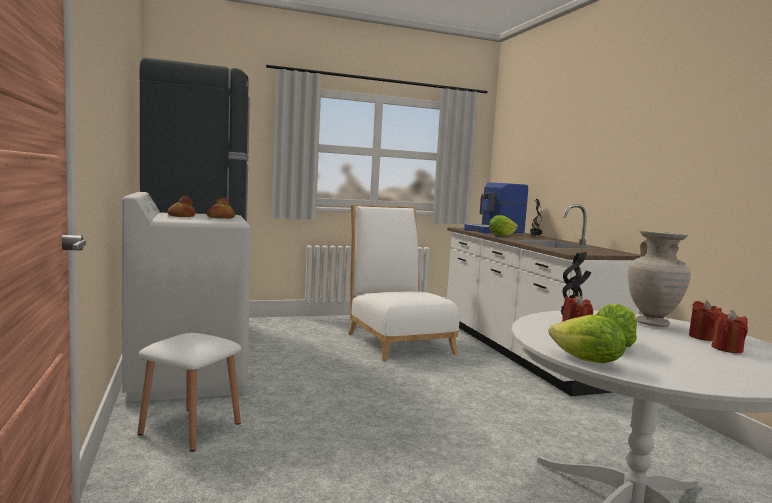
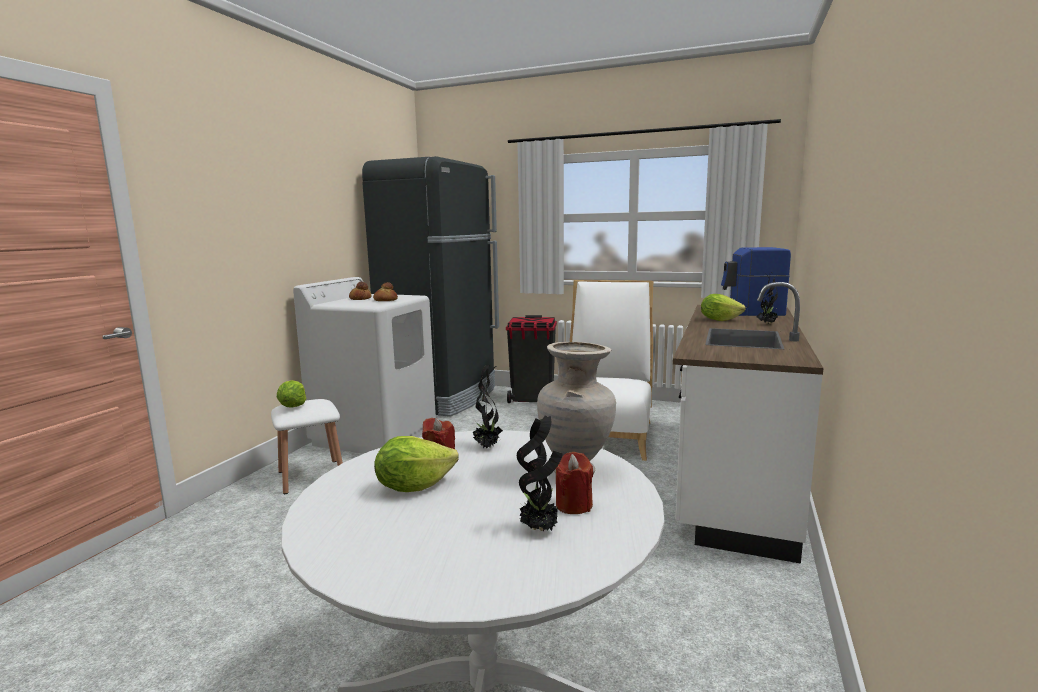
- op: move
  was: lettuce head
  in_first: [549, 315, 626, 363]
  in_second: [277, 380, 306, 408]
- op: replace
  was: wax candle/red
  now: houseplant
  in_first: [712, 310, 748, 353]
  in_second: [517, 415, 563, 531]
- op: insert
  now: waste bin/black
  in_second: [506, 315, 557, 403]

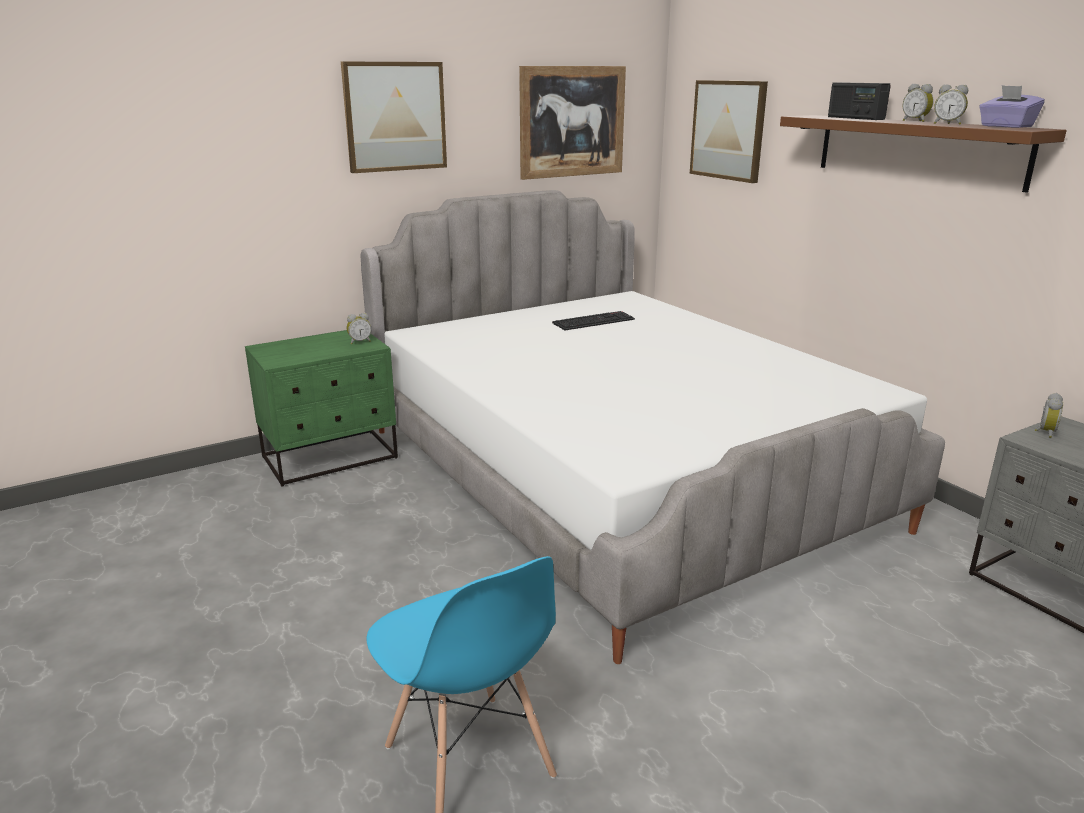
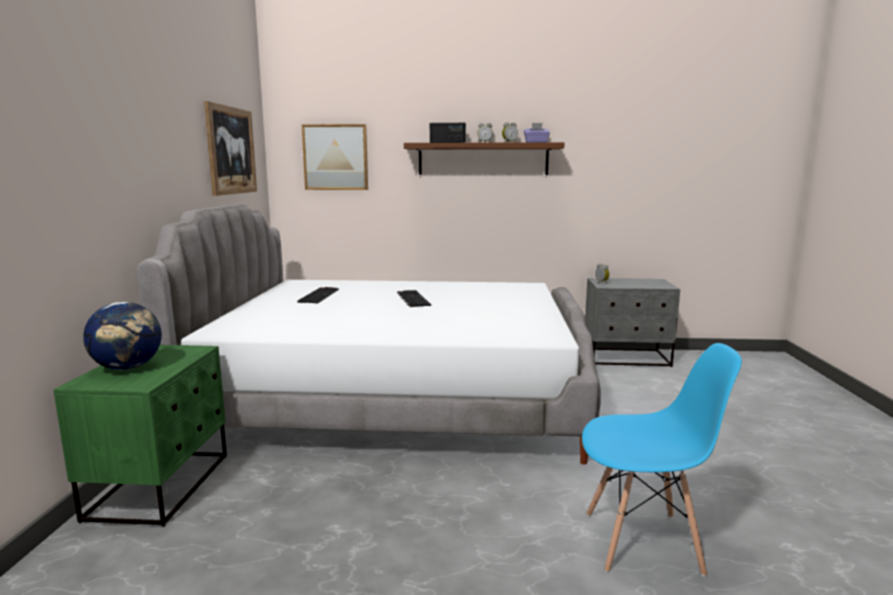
- op: delete
  was: wall picture
  in_first: [341, 62, 447, 173]
- op: delete
  was: alarm clock
  in_first: [347, 313, 371, 344]
- op: insert
  now: world globe
  in_second: [83, 302, 162, 370]
- op: insert
  now: PC keyboard
  in_second: [397, 290, 431, 307]

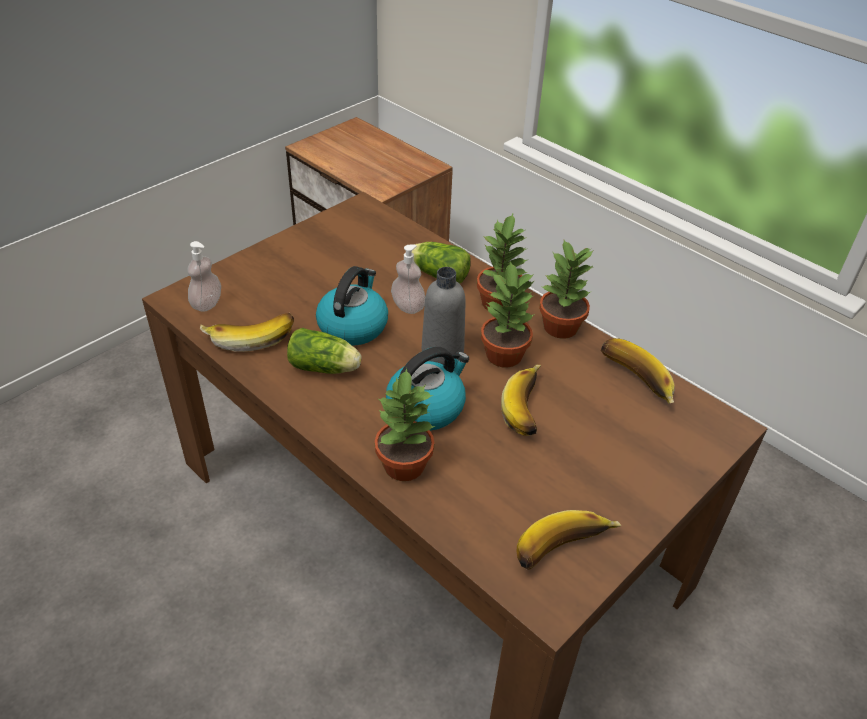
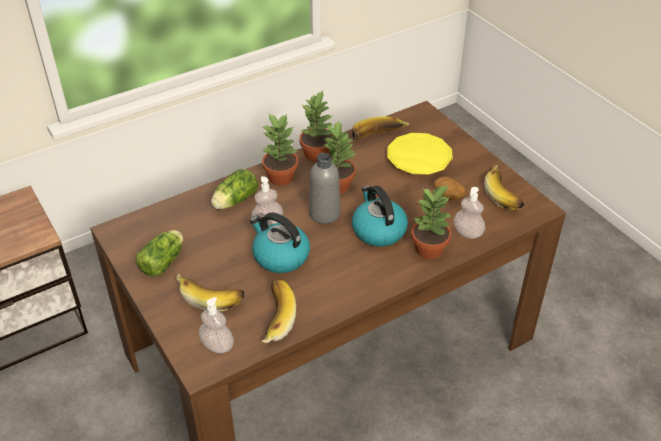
- op: move
  was: lettuce head
  in_first: [287, 328, 361, 374]
  in_second: [136, 230, 184, 277]
- op: move
  was: whole banana
  in_first: [501, 365, 541, 436]
  in_second: [176, 274, 244, 311]
- op: insert
  now: plate/yellow-coloured
  in_second: [387, 133, 453, 175]
- op: insert
  now: spud
  in_second: [434, 177, 465, 200]
- op: insert
  now: soap bottle
  in_second: [453, 187, 485, 239]

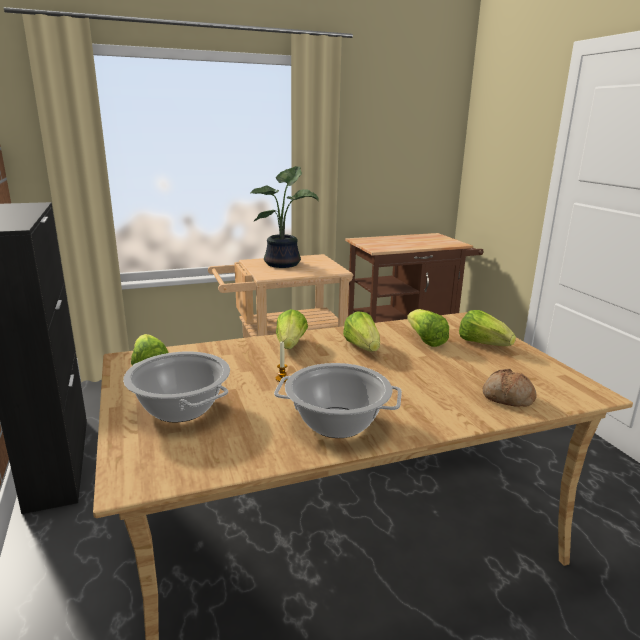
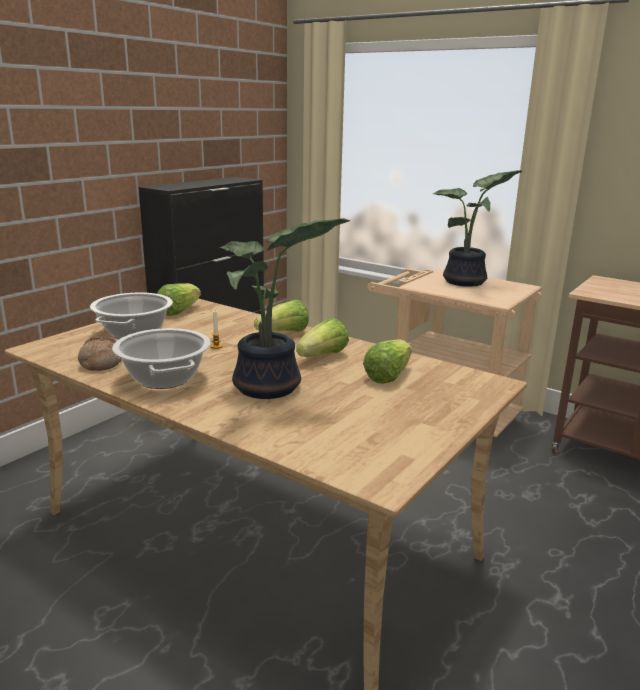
- op: delete
  was: lettuce head
  in_first: [459, 310, 516, 346]
- op: move
  was: bread
  in_first: [483, 369, 536, 407]
  in_second: [78, 336, 121, 371]
- op: insert
  now: houseplant
  in_second: [220, 218, 351, 399]

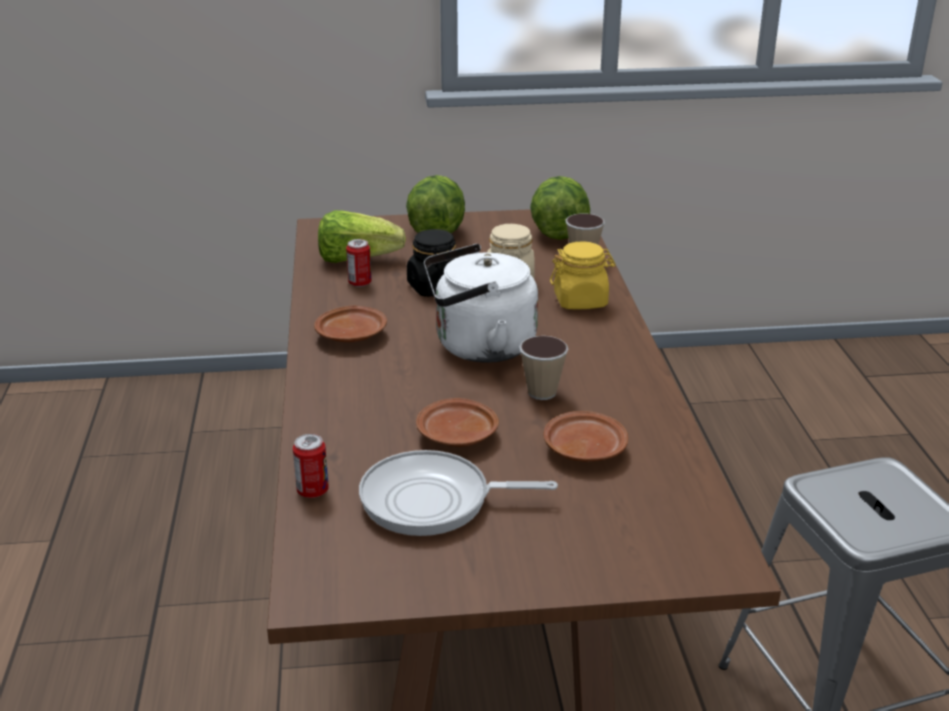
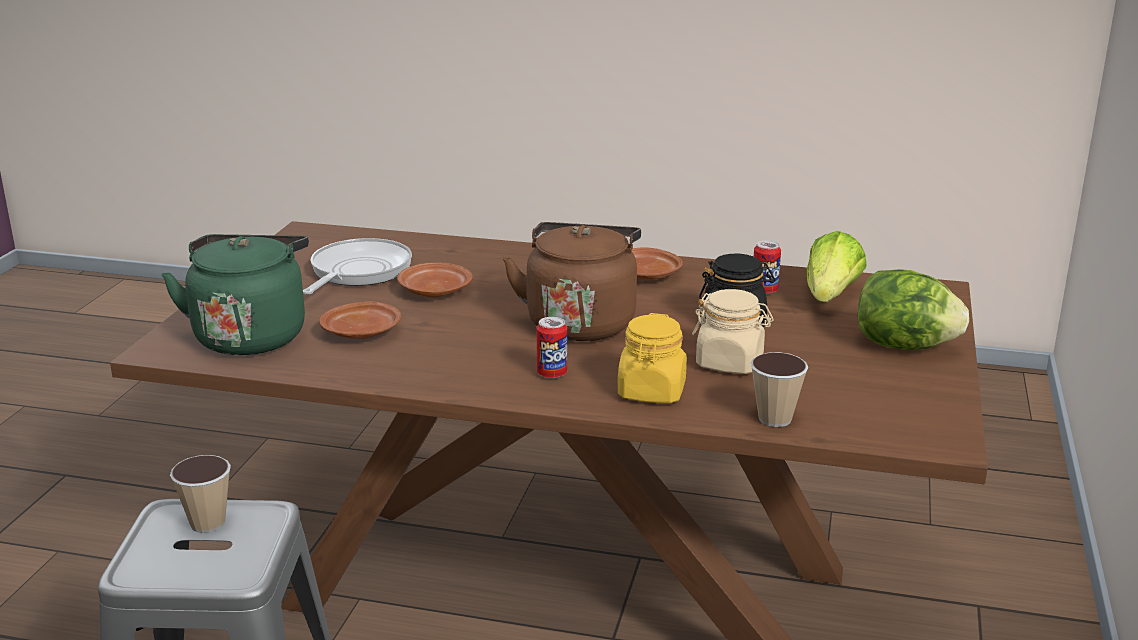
- op: move
  was: metal can
  in_first: [293, 434, 329, 498]
  in_second: [536, 317, 567, 379]
- op: recolor
  was: kettle/white-coloured
  now: kettle/brown-coloured
  in_first: [424, 244, 538, 363]
  in_second: [503, 222, 641, 341]
- op: move
  was: drinking cup
  in_first: [519, 336, 568, 400]
  in_second: [170, 455, 231, 533]
- op: delete
  was: lettuce head
  in_first: [530, 176, 590, 240]
- op: insert
  now: kettle/greenish
  in_second: [162, 234, 309, 355]

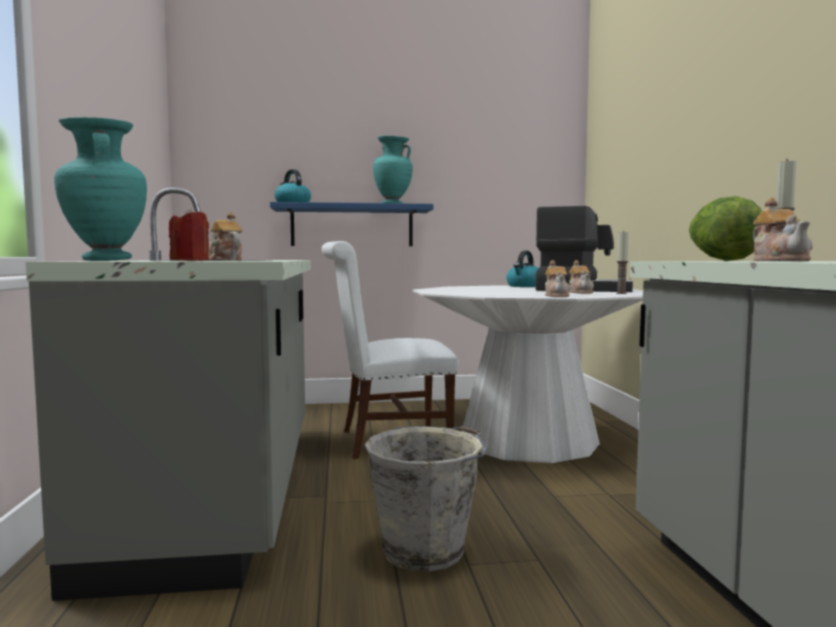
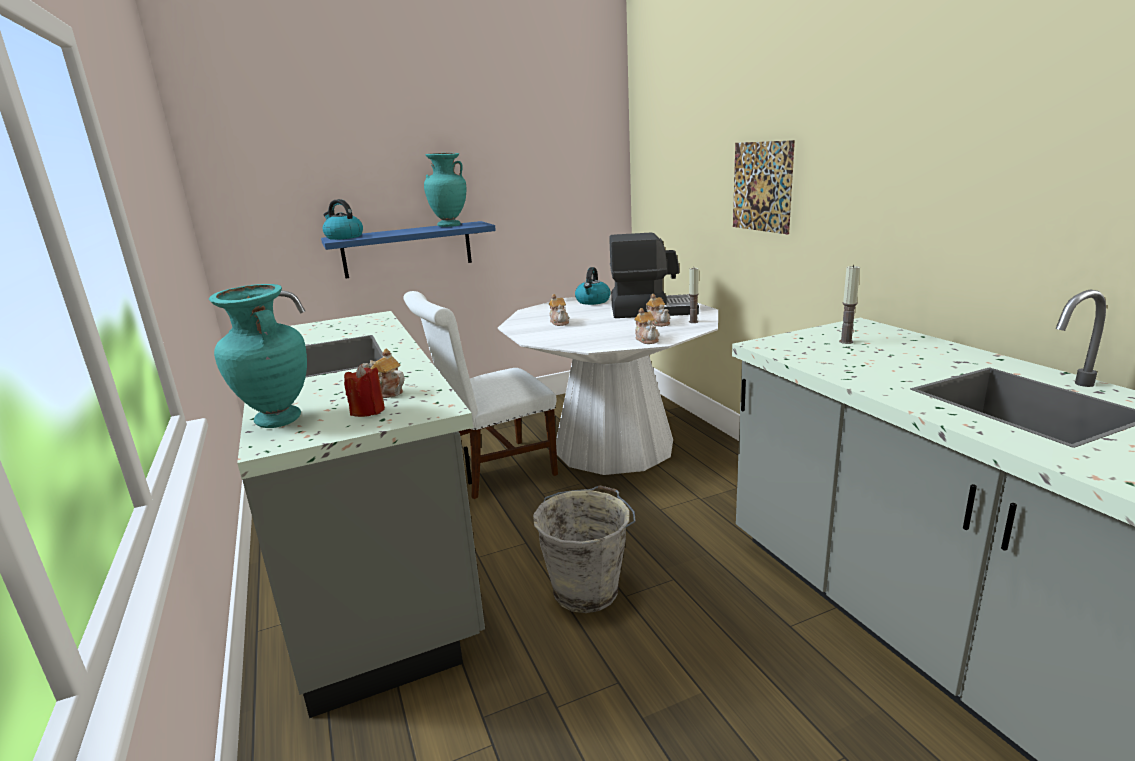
- op: delete
  was: lettuce head
  in_first: [689, 196, 762, 261]
- op: move
  was: pot for tea
  in_first: [753, 198, 813, 261]
  in_second: [549, 294, 569, 326]
- op: insert
  now: wall picture
  in_second: [733, 140, 795, 235]

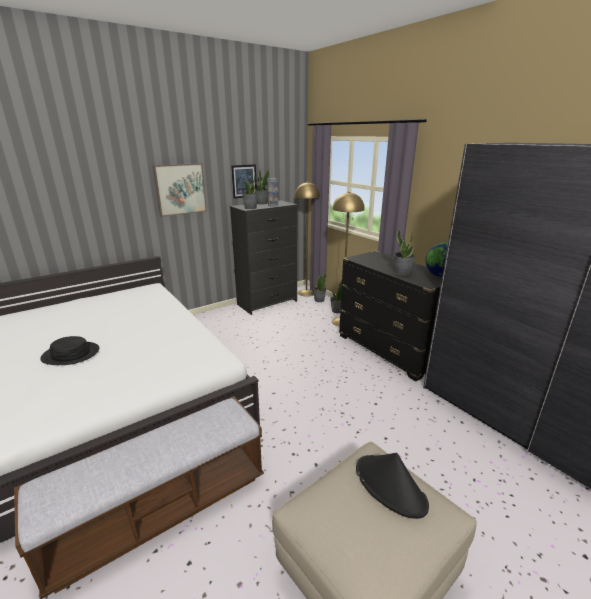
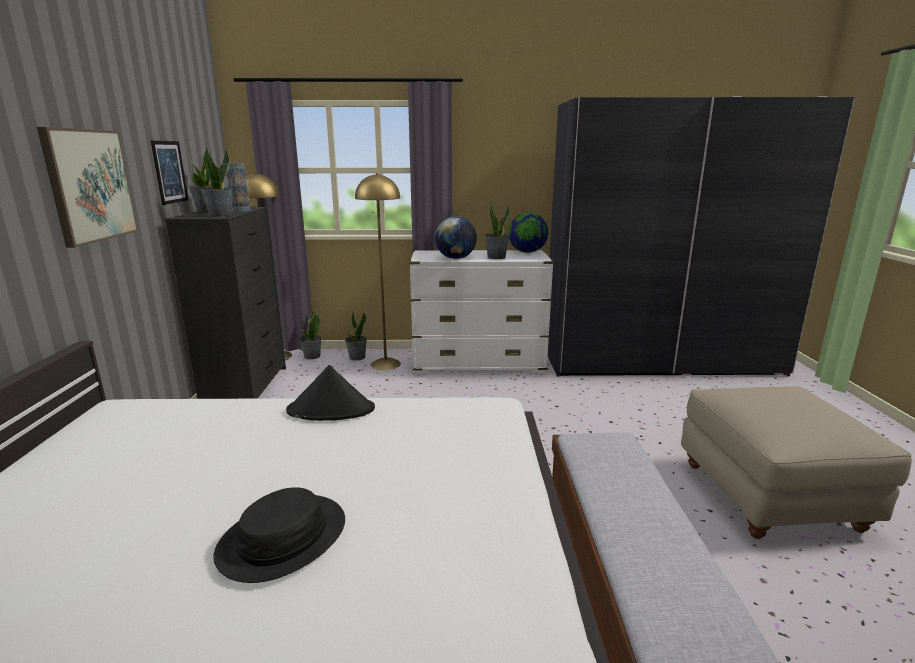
- op: recolor
  was: dresser/black
  now: dresser/white-coloured
  in_first: [339, 251, 442, 381]
  in_second: [409, 250, 554, 376]
- op: move
  was: clothing hat/black
  in_first: [356, 452, 429, 519]
  in_second: [286, 365, 375, 421]
- op: insert
  now: world globe
  in_second: [435, 216, 477, 259]

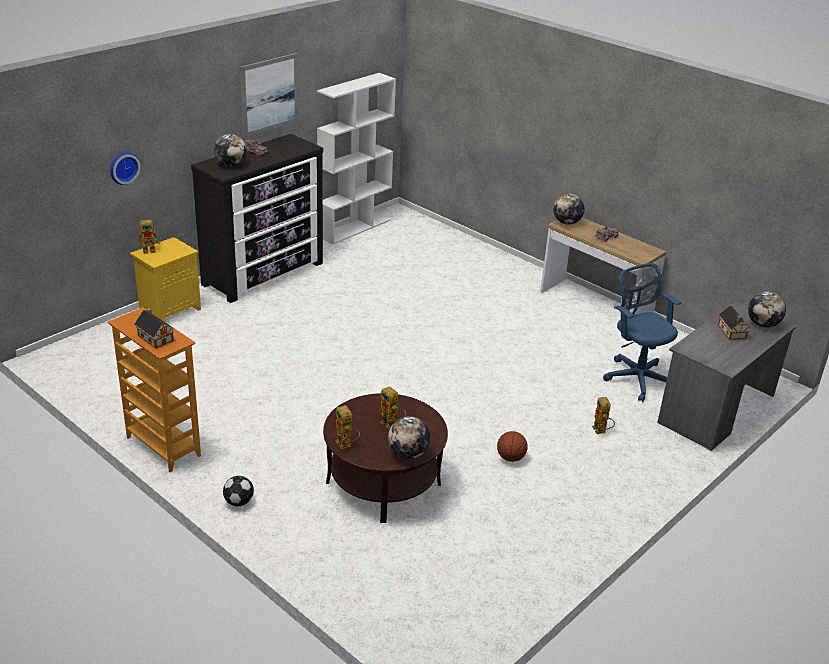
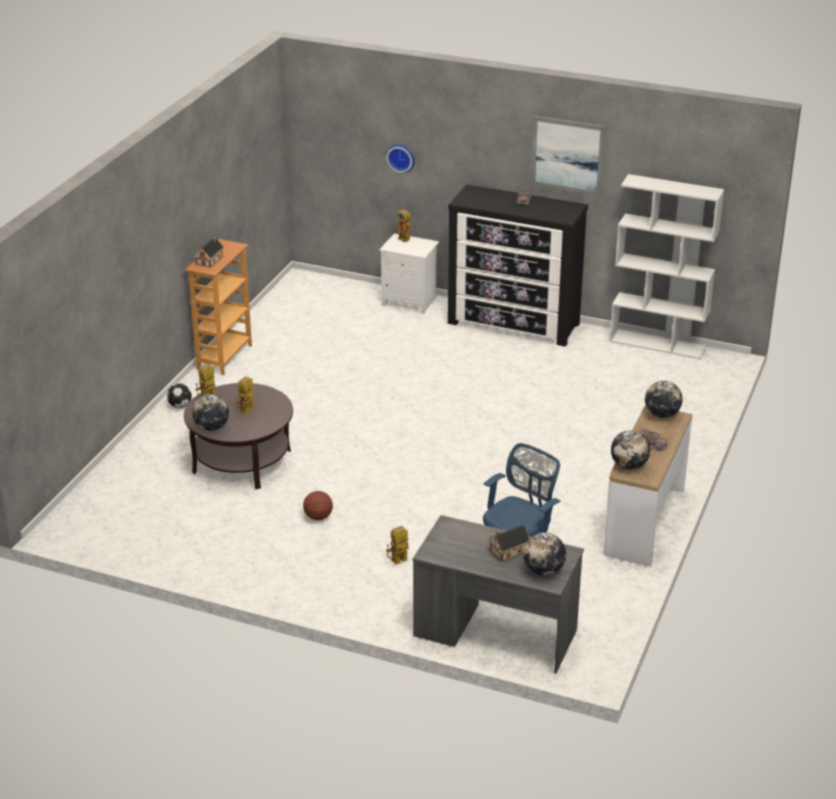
- op: recolor
  was: night table/yellow-coloured
  now: night table/white-coloured
  in_first: [130, 237, 201, 321]
  in_second: [379, 233, 439, 314]
- op: move
  was: world globe
  in_first: [214, 134, 247, 167]
  in_second: [611, 430, 650, 470]

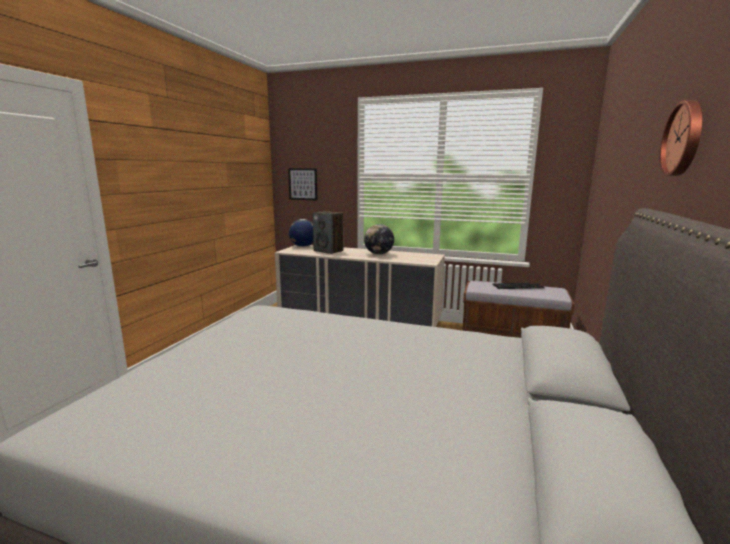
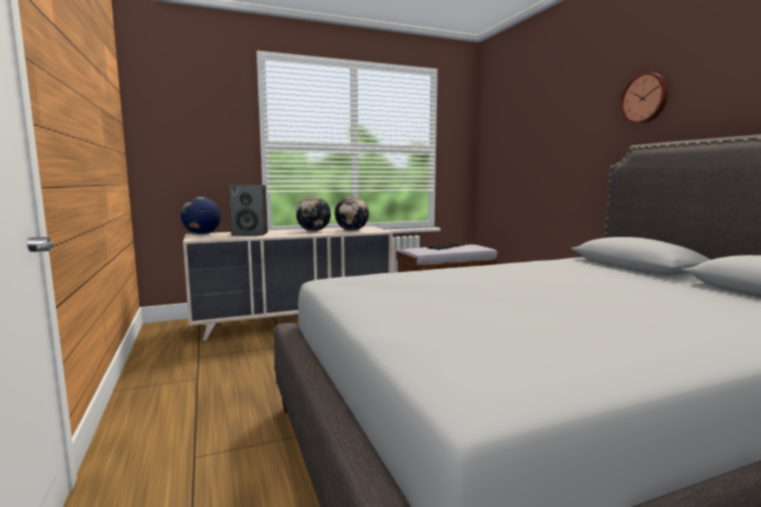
- op: delete
  was: wall picture
  in_first: [288, 168, 317, 200]
- op: insert
  now: world globe
  in_second: [335, 196, 369, 231]

